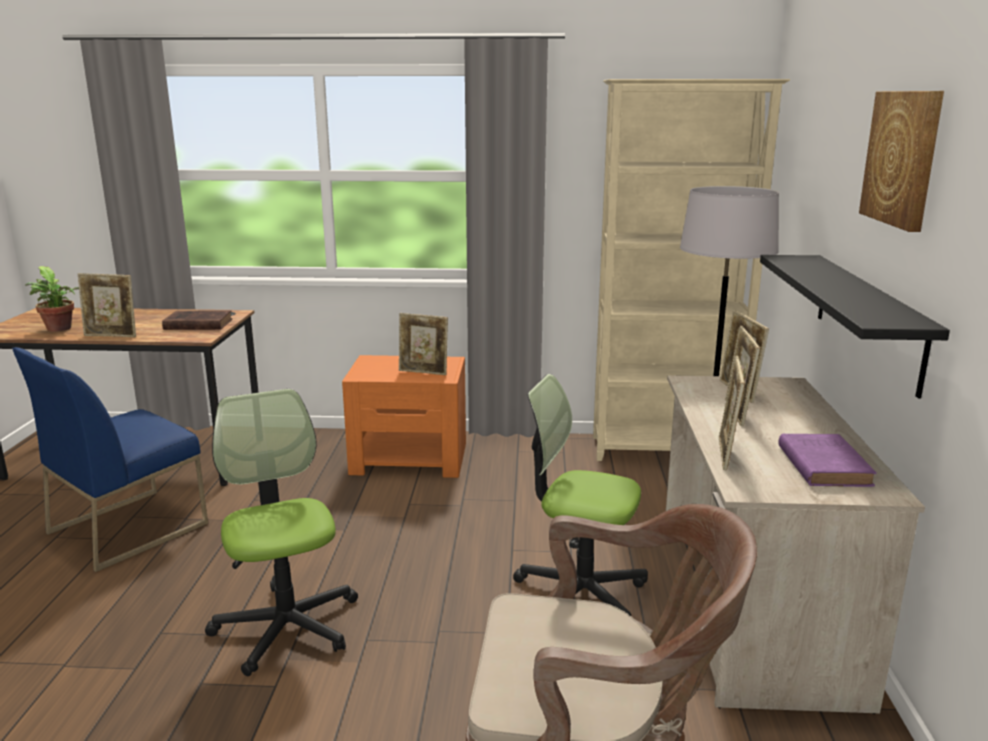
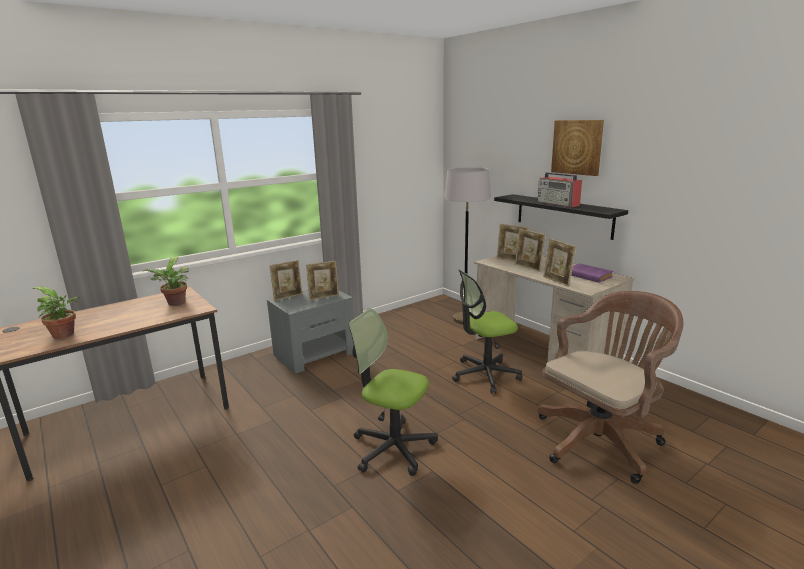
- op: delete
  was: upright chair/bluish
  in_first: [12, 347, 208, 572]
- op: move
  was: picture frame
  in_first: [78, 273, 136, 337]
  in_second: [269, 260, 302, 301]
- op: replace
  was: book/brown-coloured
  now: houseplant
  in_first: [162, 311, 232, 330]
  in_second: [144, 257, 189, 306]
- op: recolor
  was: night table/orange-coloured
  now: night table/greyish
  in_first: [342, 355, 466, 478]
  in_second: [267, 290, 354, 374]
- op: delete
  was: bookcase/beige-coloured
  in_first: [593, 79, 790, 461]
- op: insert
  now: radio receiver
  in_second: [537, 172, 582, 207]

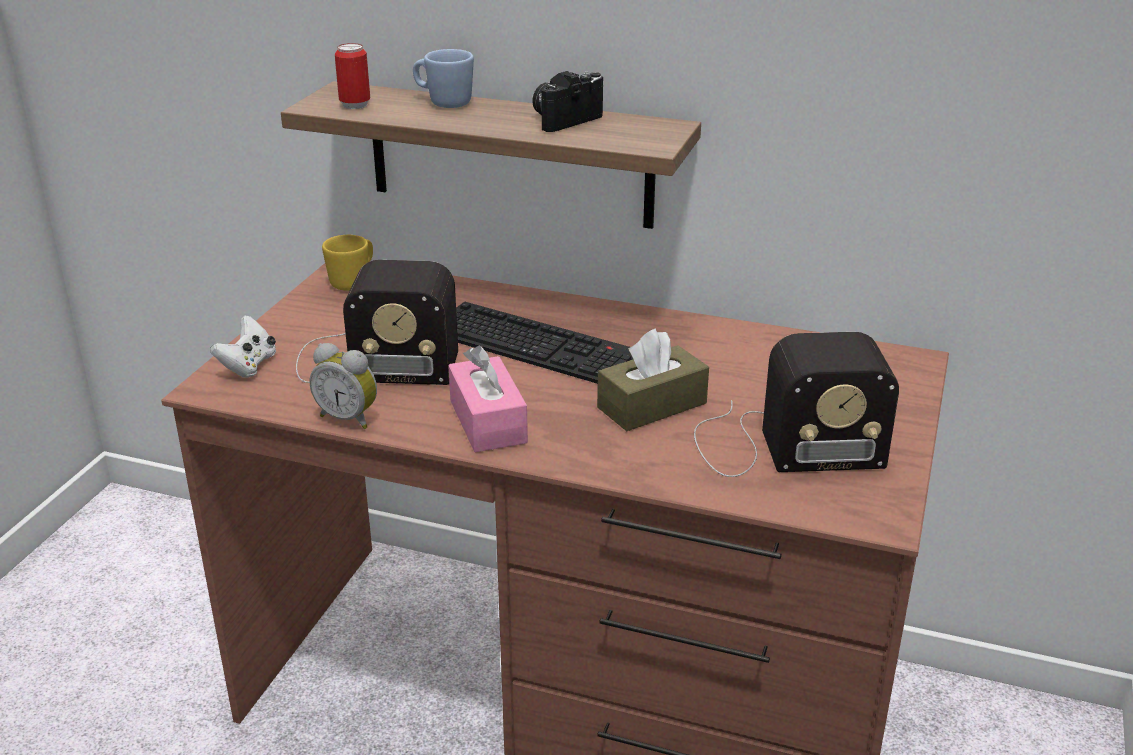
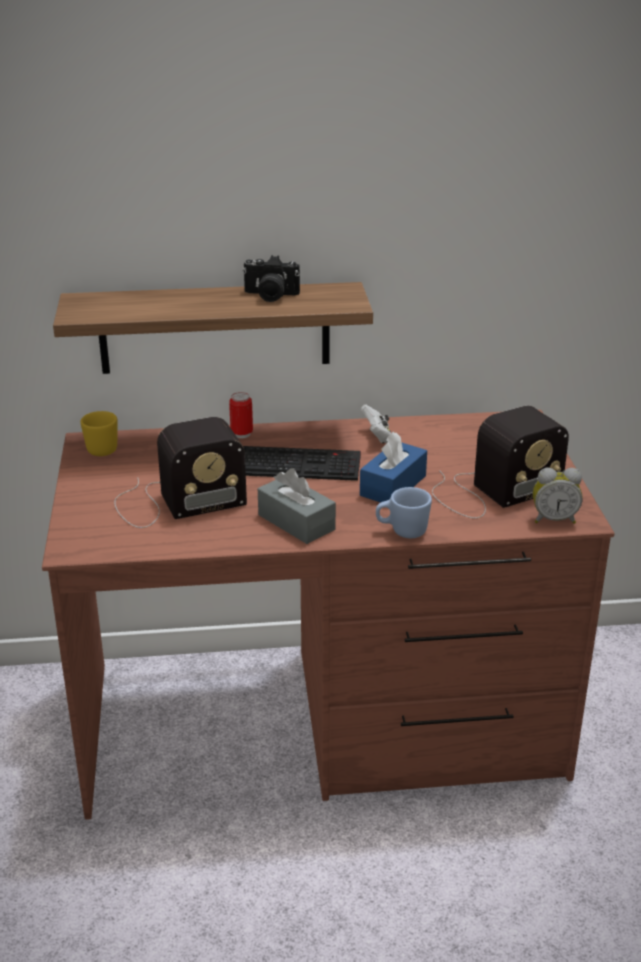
- op: move
  was: gamepad/white-coloured
  in_first: [210, 315, 276, 378]
  in_second: [361, 404, 391, 444]
- op: move
  was: alarm clock
  in_first: [310, 343, 377, 429]
  in_second: [533, 468, 583, 524]
- op: move
  was: metal can
  in_first: [335, 43, 370, 109]
  in_second: [229, 392, 253, 438]
- op: move
  was: mug/bluish
  in_first: [413, 49, 474, 108]
  in_second: [376, 487, 432, 538]
- op: recolor
  was: box of tissues/pinkish
  now: box of tissues/greyish
  in_first: [448, 346, 528, 452]
  in_second: [258, 468, 336, 544]
- op: rotate
  was: still camera
  in_first: [532, 71, 603, 132]
  in_second: [243, 255, 300, 302]
  clockwise: -105
- op: recolor
  was: box of tissues/brown-coloured
  now: box of tissues/bluish
  in_first: [597, 328, 709, 431]
  in_second: [360, 431, 427, 503]

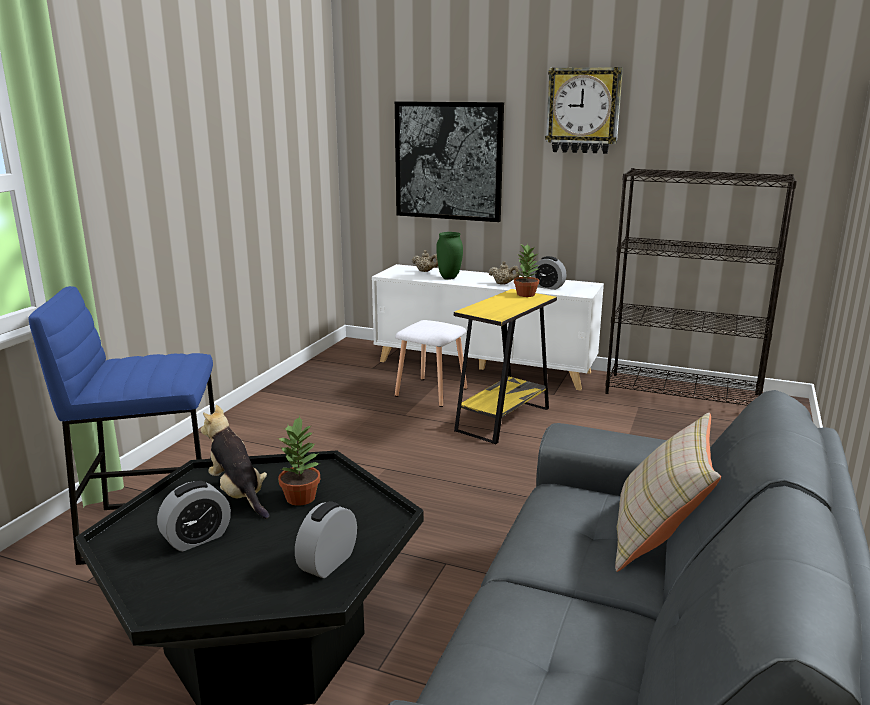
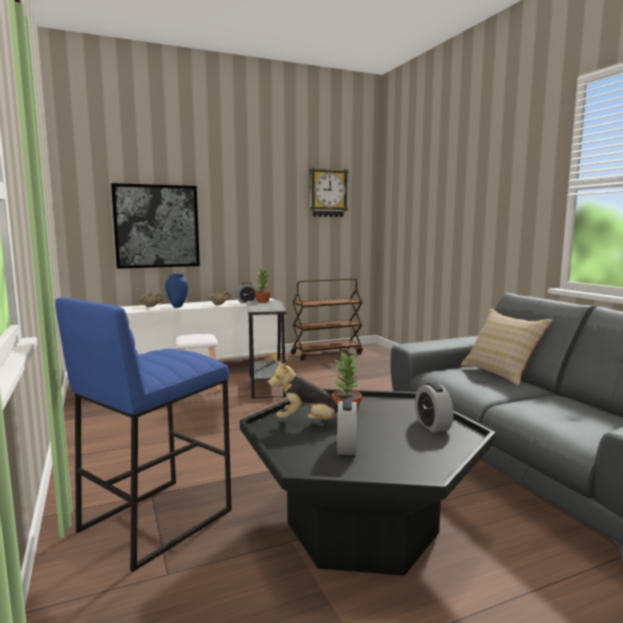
- op: recolor
  was: flower vase/greenish
  now: flower vase/bluish
  in_first: [436, 232, 463, 280]
  in_second: [165, 274, 188, 308]
- op: recolor
  was: end table/yellow-coloured
  now: end table/greyish
  in_first: [454, 289, 557, 444]
  in_second: [247, 300, 287, 399]
- op: move
  was: clock on the wall
  in_first: [545, 67, 623, 154]
  in_second: [309, 168, 349, 217]
- op: replace
  was: bookcase/black
  now: trolley/brown-coloured
  in_first: [605, 168, 797, 406]
  in_second: [291, 278, 363, 361]

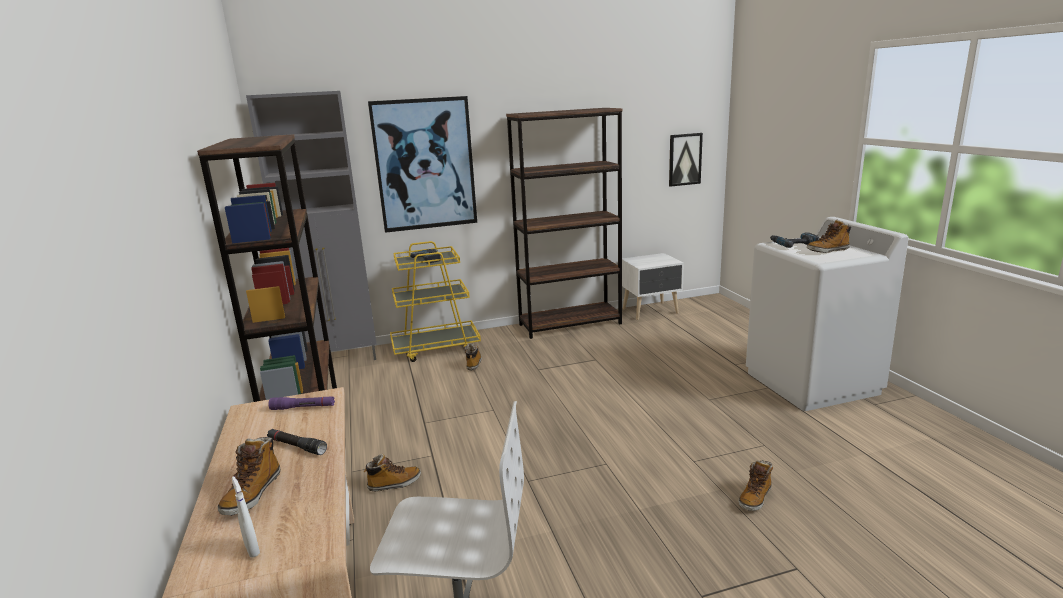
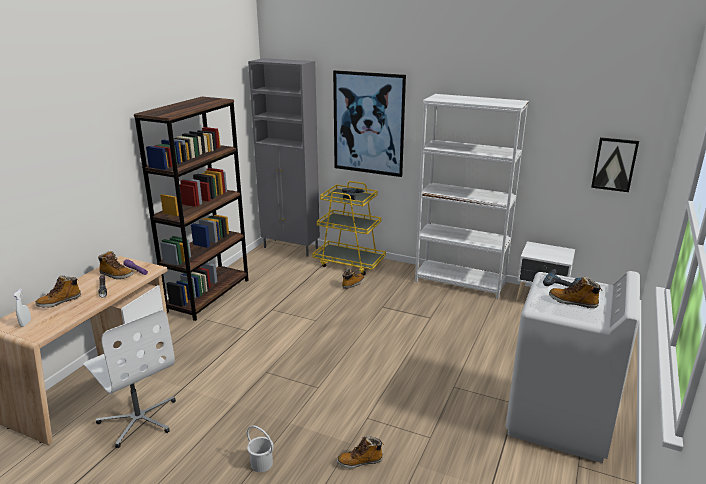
- op: move
  was: tall boot
  in_first: [364, 454, 421, 491]
  in_second: [98, 251, 133, 279]
- op: recolor
  was: bookcase/brown-coloured
  now: bookcase/white-coloured
  in_first: [506, 108, 622, 339]
  in_second: [415, 94, 529, 299]
- op: insert
  now: water bucket/white-coloured
  in_second: [247, 425, 273, 472]

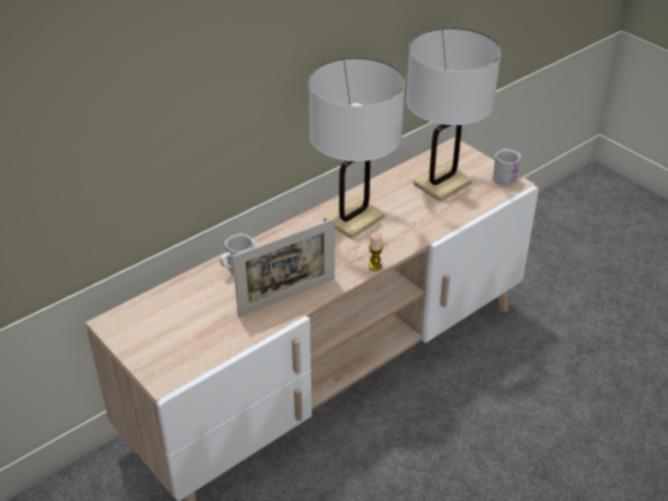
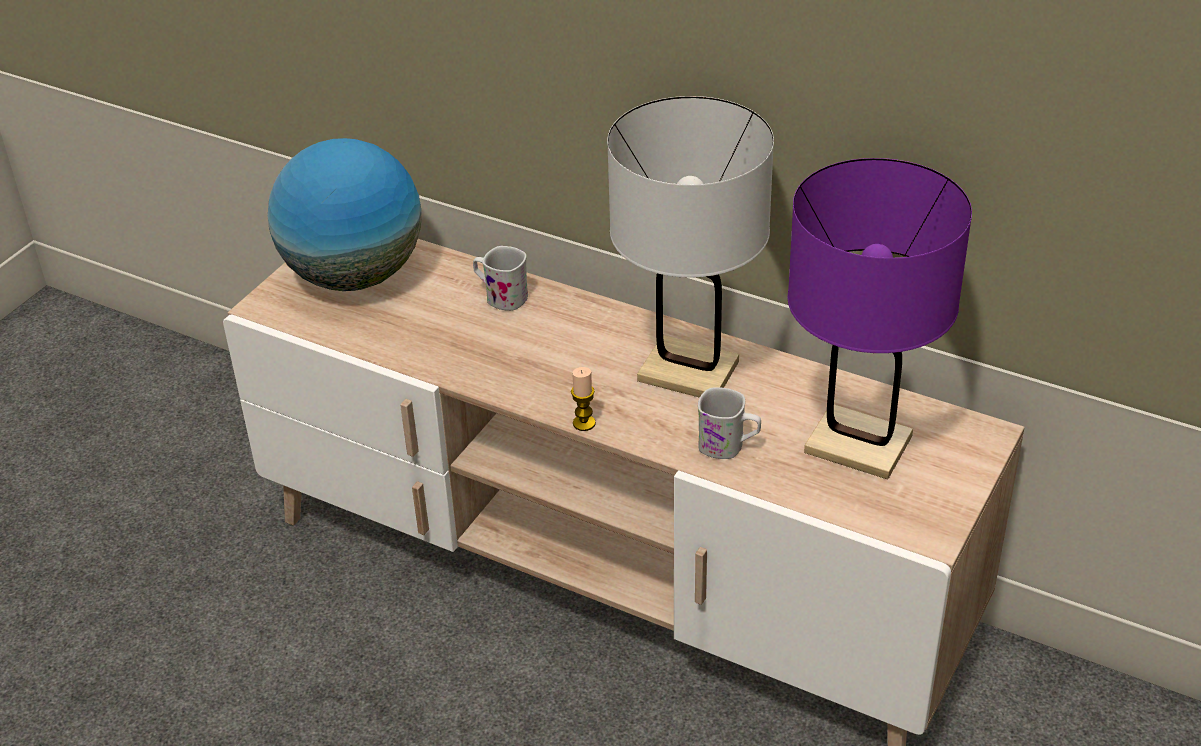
- op: delete
  was: picture frame
  in_first: [232, 218, 334, 317]
- op: recolor
  was: table lamp/white-coloured
  now: table lamp/purple
  in_first: [406, 28, 501, 201]
  in_second: [787, 158, 972, 480]
- op: move
  was: mug/white-coloured
  in_first: [492, 149, 521, 187]
  in_second: [698, 387, 761, 459]
- op: insert
  now: world globe
  in_second: [268, 138, 422, 291]

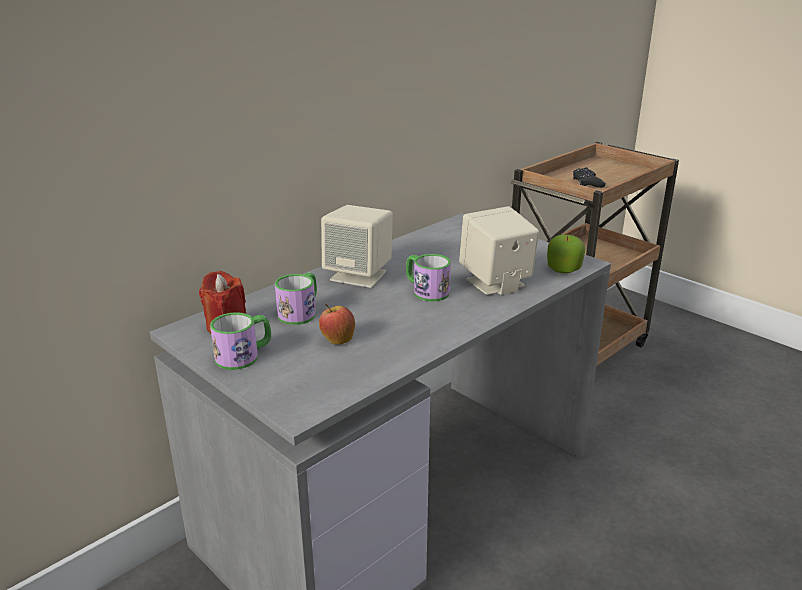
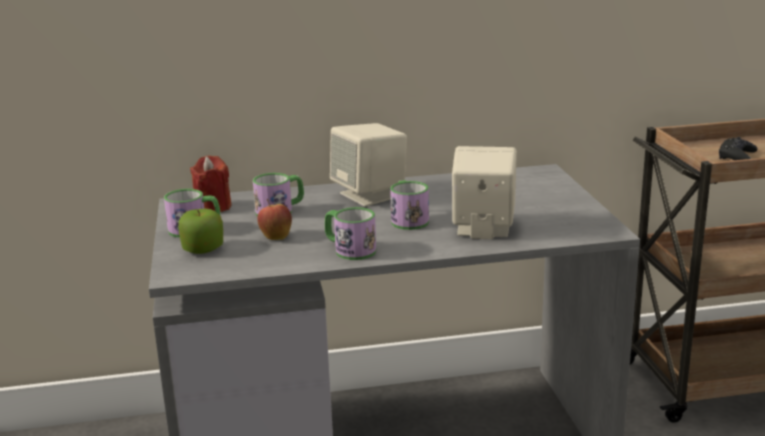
- op: move
  was: apple
  in_first: [547, 234, 585, 273]
  in_second: [178, 208, 223, 254]
- op: insert
  now: mug
  in_second: [324, 207, 376, 260]

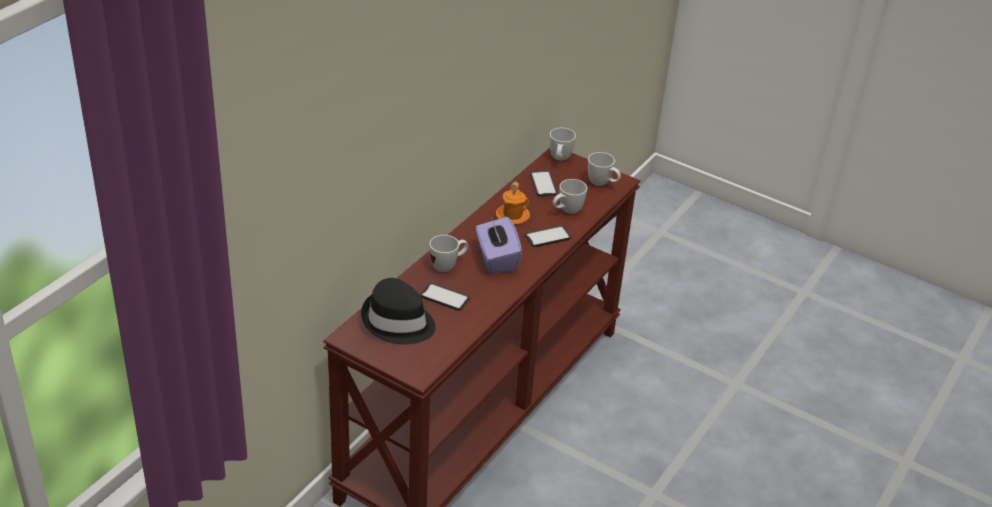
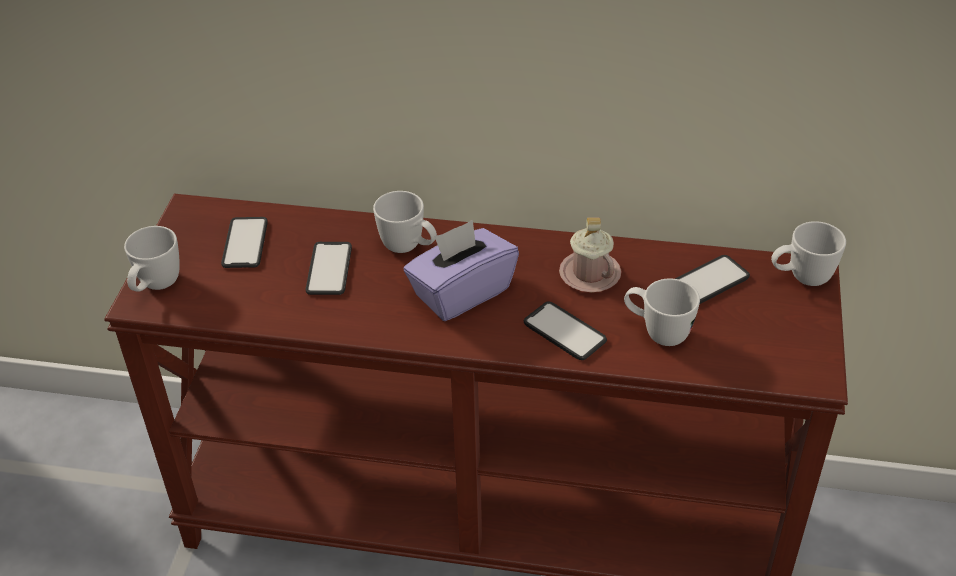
- op: replace
  was: clothing hat/black
  now: phone
  in_first: [361, 278, 436, 344]
  in_second: [221, 217, 268, 268]
- op: recolor
  was: mug/orange-coloured
  now: mug/pinkish
  in_first: [496, 182, 530, 224]
  in_second: [559, 217, 621, 292]
- op: move
  was: mug/white-coloured
  in_first: [588, 152, 621, 186]
  in_second: [124, 226, 180, 292]

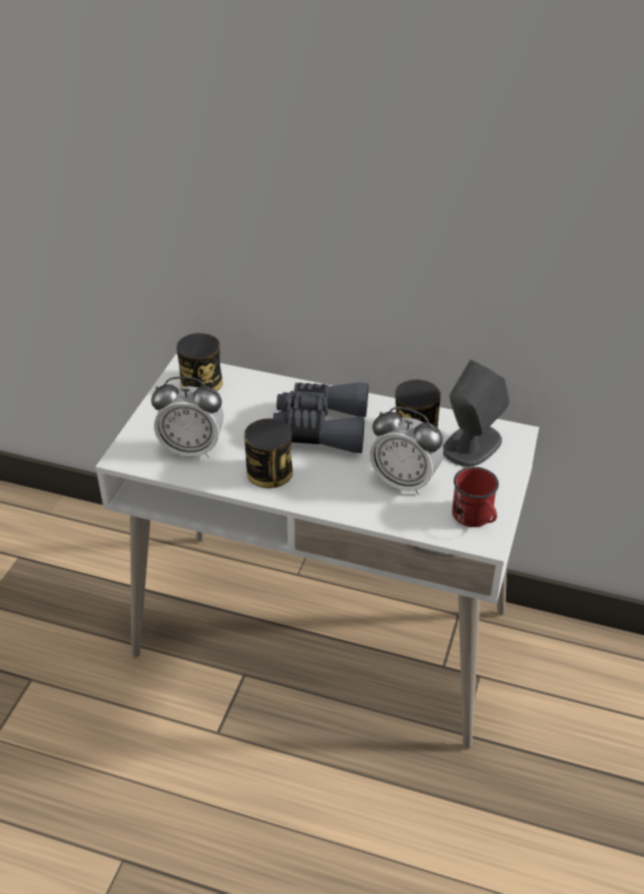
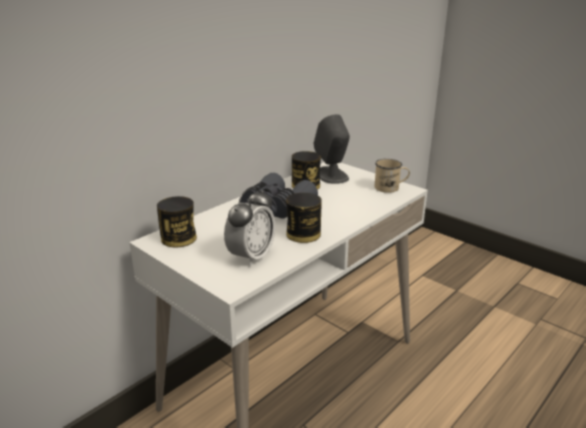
- op: delete
  was: alarm clock
  in_first: [369, 407, 443, 495]
- op: recolor
  was: mug/red
  now: mug/beige-coloured
  in_first: [452, 467, 499, 527]
  in_second: [375, 159, 410, 193]

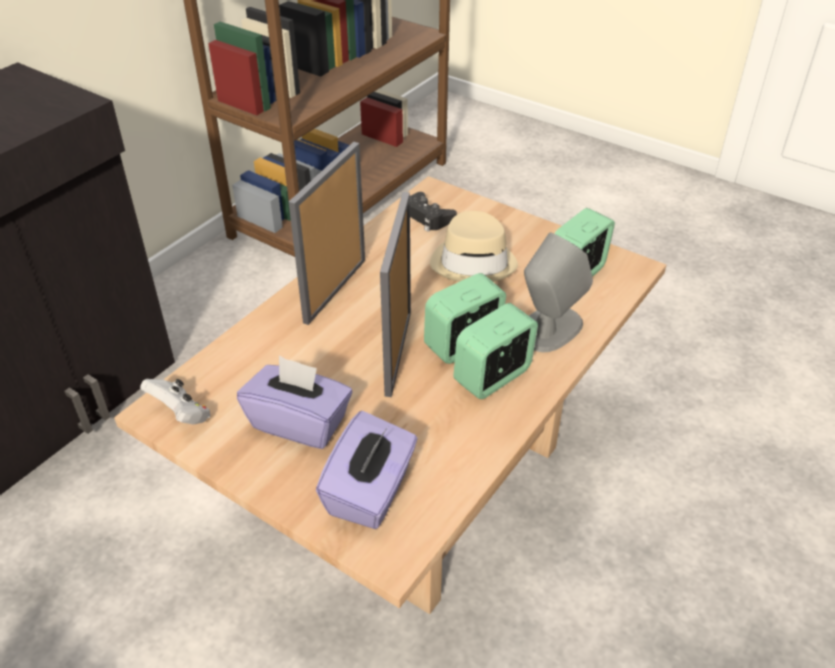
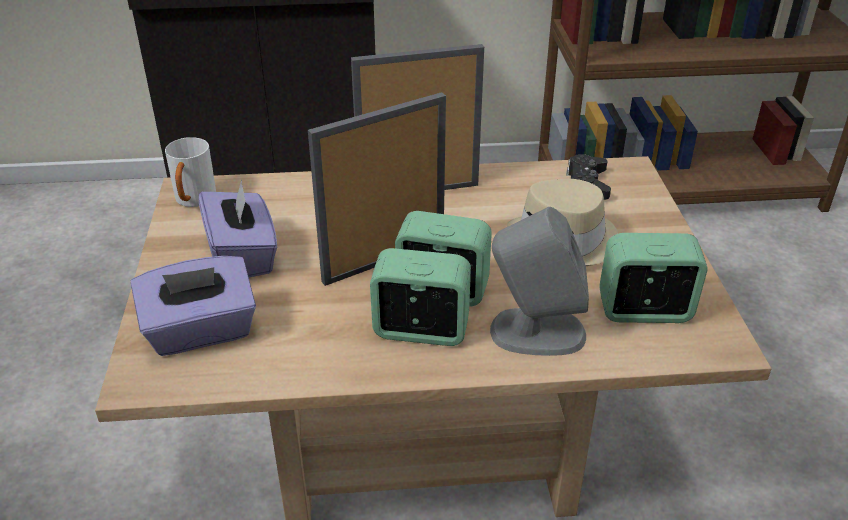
- op: replace
  was: gamepad/white-coloured
  now: mug/white-coloured
  in_first: [140, 379, 211, 425]
  in_second: [165, 137, 216, 207]

